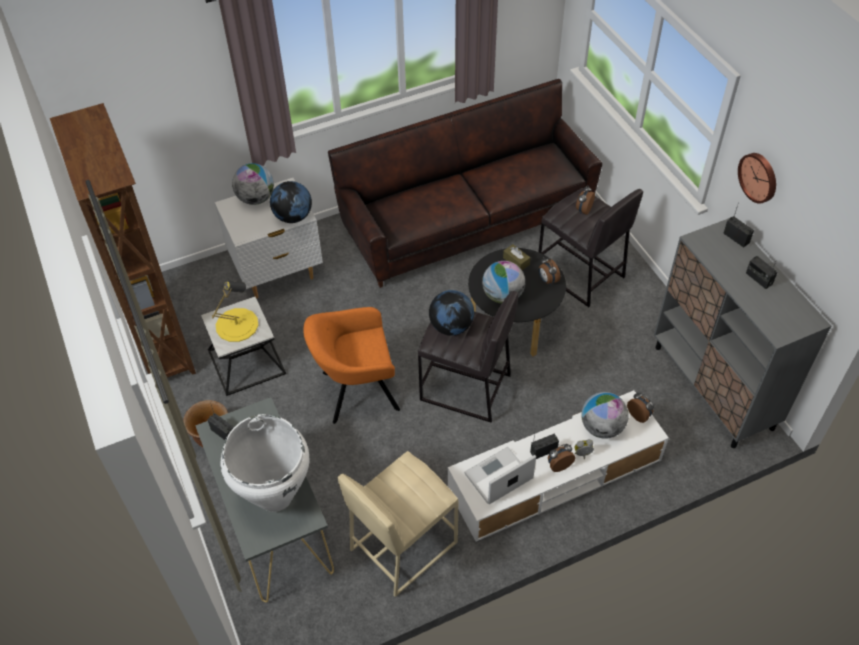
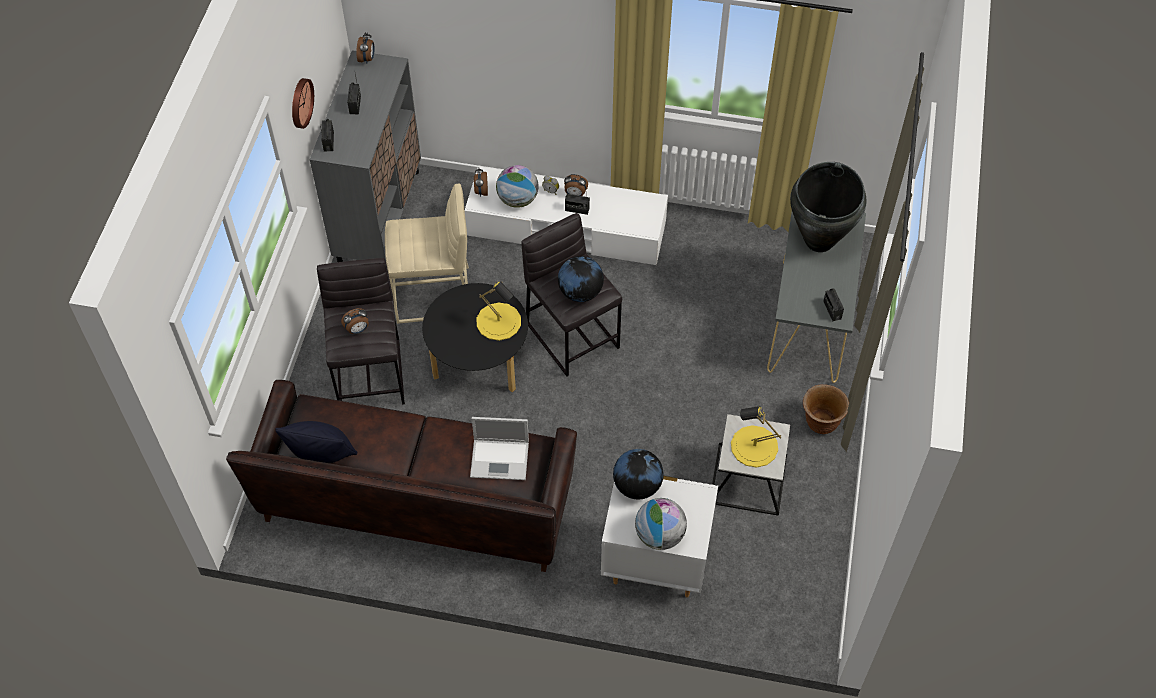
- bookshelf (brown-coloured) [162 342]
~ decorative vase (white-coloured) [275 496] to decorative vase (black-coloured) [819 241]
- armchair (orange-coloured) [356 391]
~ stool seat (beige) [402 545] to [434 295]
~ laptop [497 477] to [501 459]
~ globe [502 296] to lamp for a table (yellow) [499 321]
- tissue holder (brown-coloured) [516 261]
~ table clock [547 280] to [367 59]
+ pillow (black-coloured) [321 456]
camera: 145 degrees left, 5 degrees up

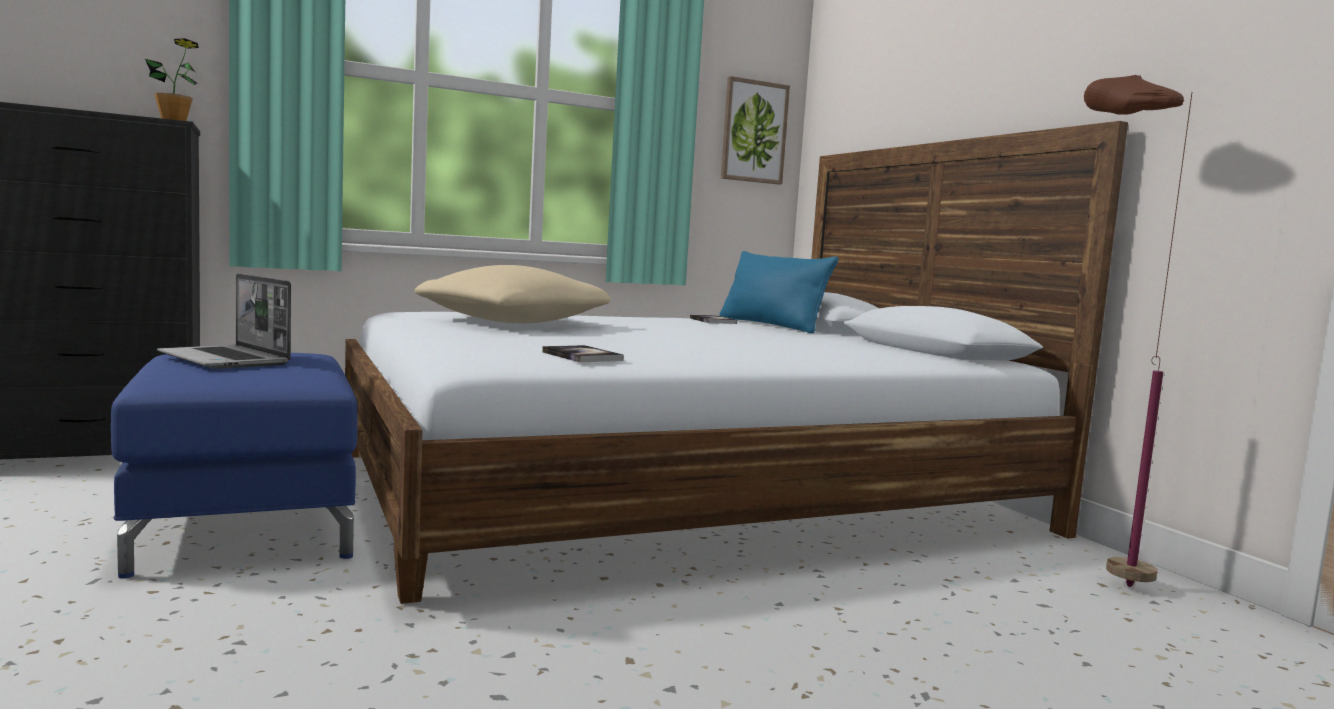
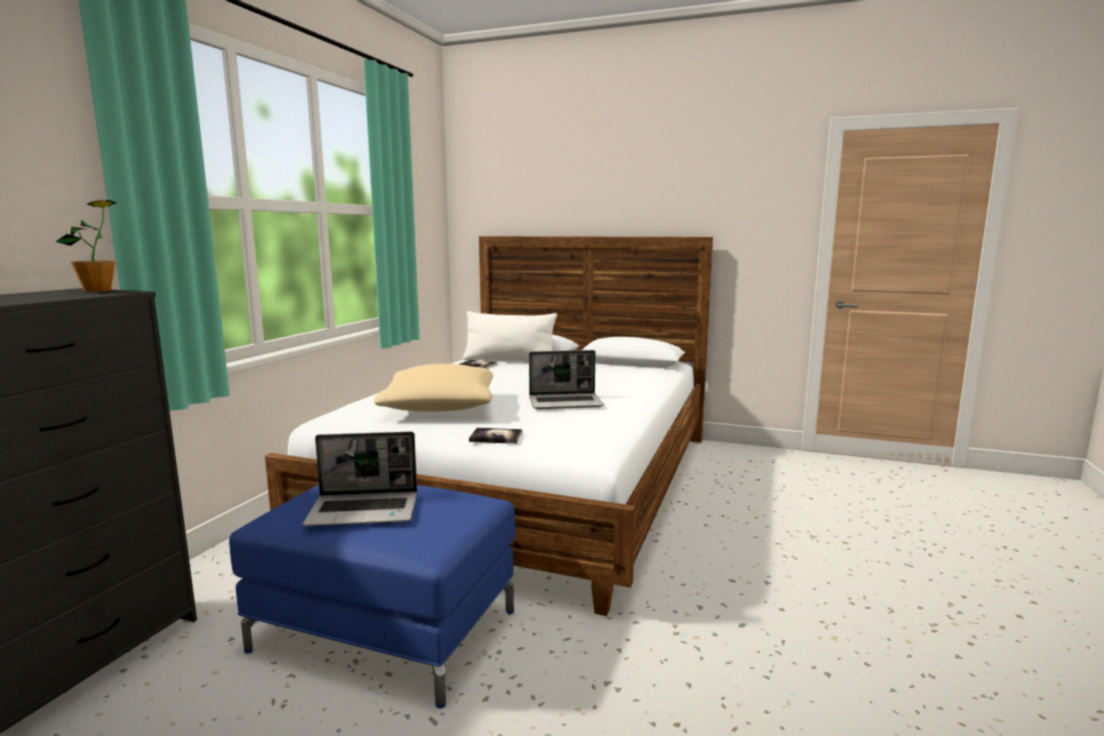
~ volume [582 356] to [496 437]
~ pillow (bluish) [770 325] to pillow (white-coloured) [509 360]
- wall art [754 132]
- standard lamp (brown-coloured) [1089 574]
+ laptop [566 403]
camera: 45 degrees left, 5 degrees up

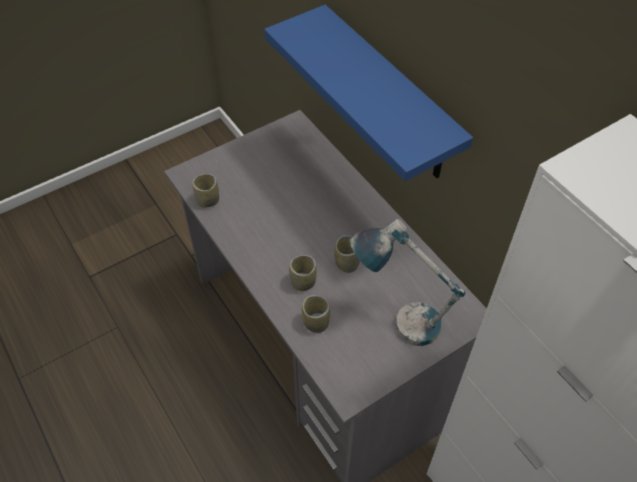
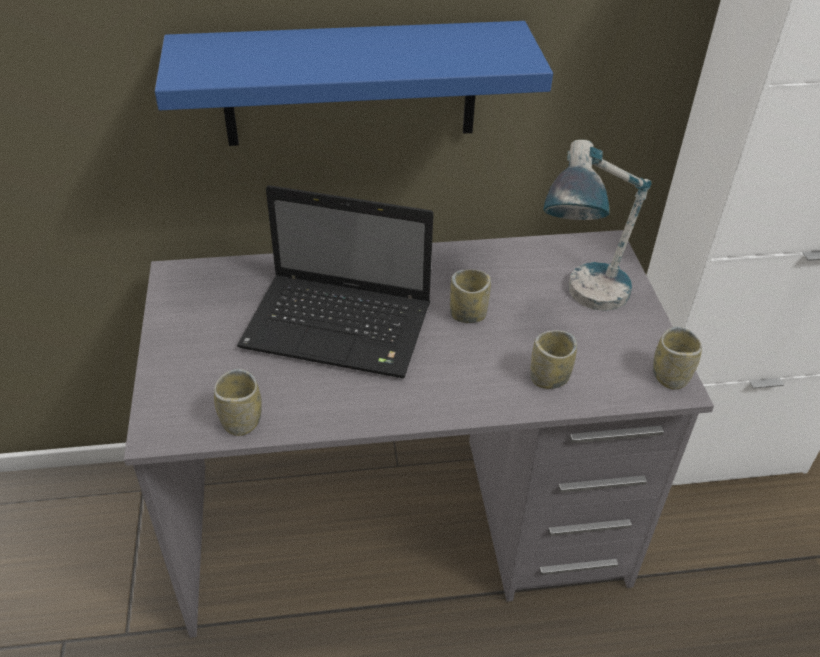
~ small cup [303 282] to [670 376]
+ laptop [342 327]
camera: 65 degrees left, 10 degrees down

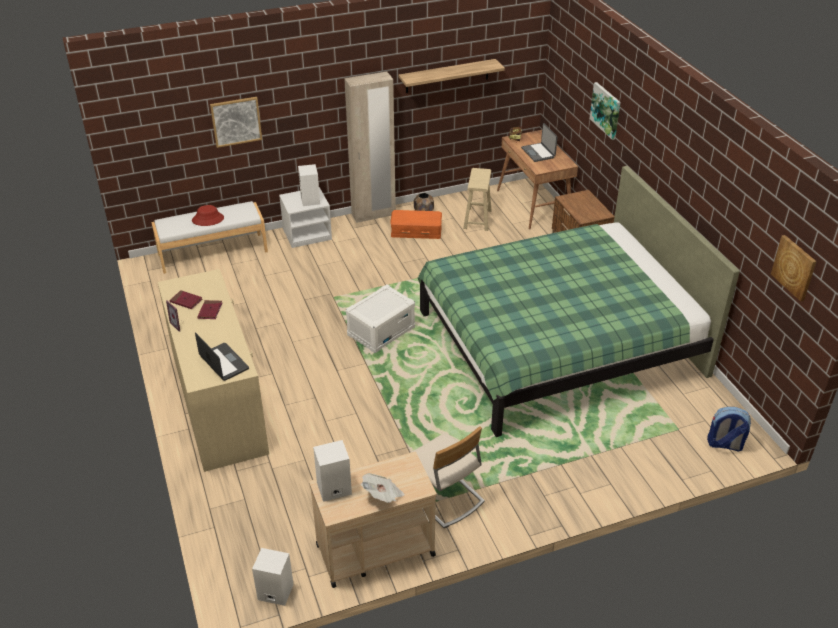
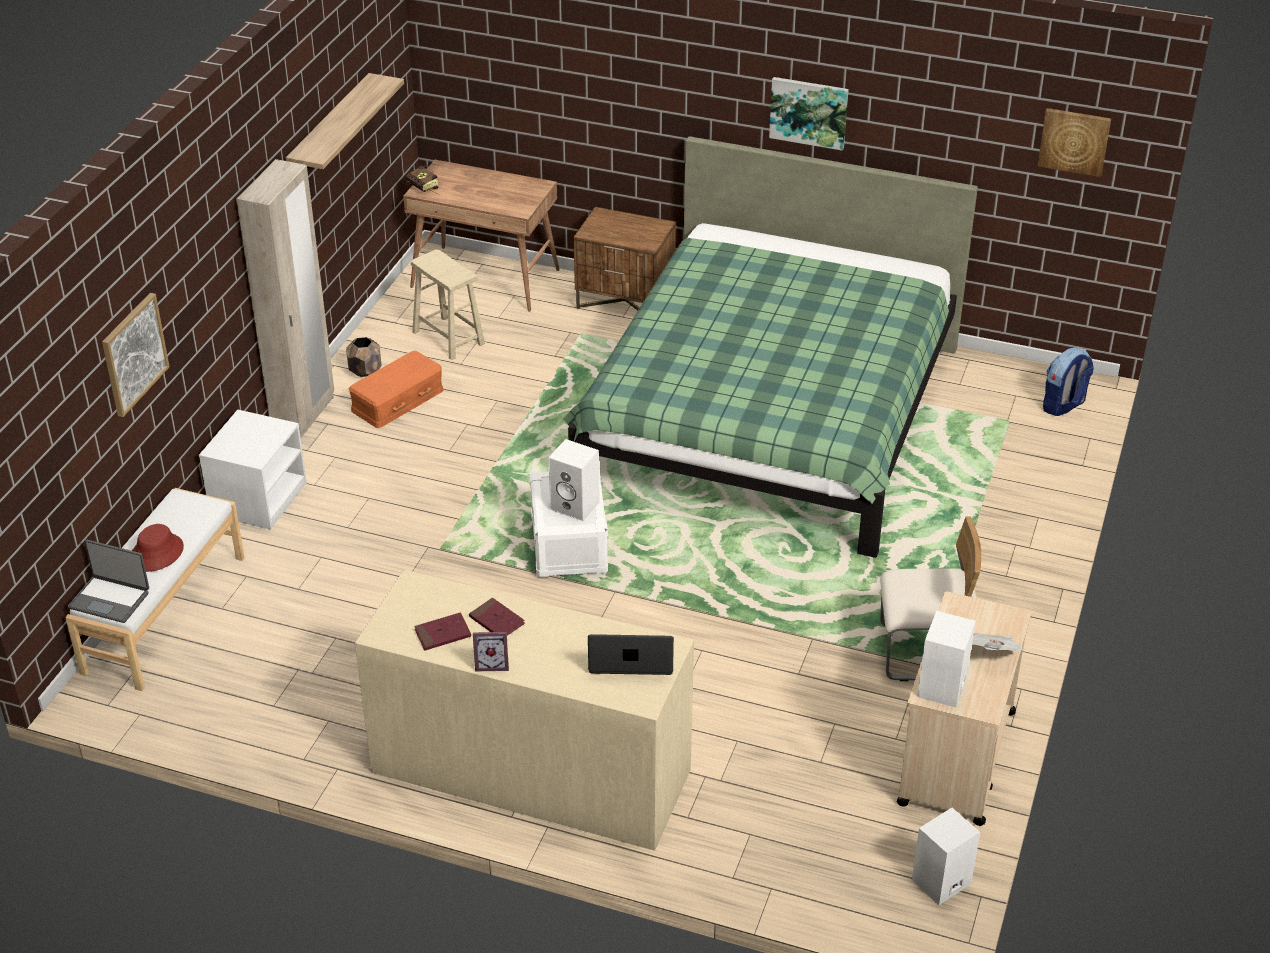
~ audio speaker (white-coloured) [311 200] to [576 505]
~ laptop [538 153] to [110 599]
~ wall art [606 110] to [809 112]
camera: 50 degrees left, 0 degrees up

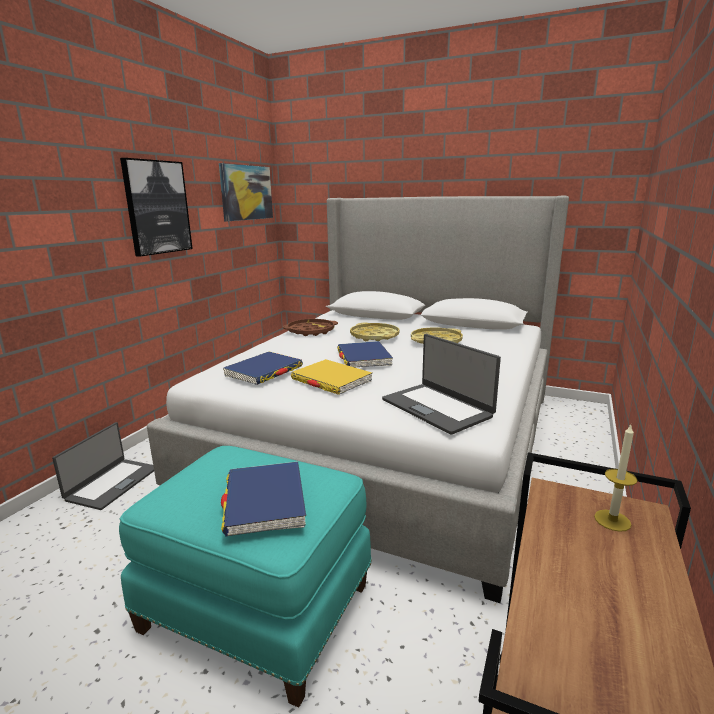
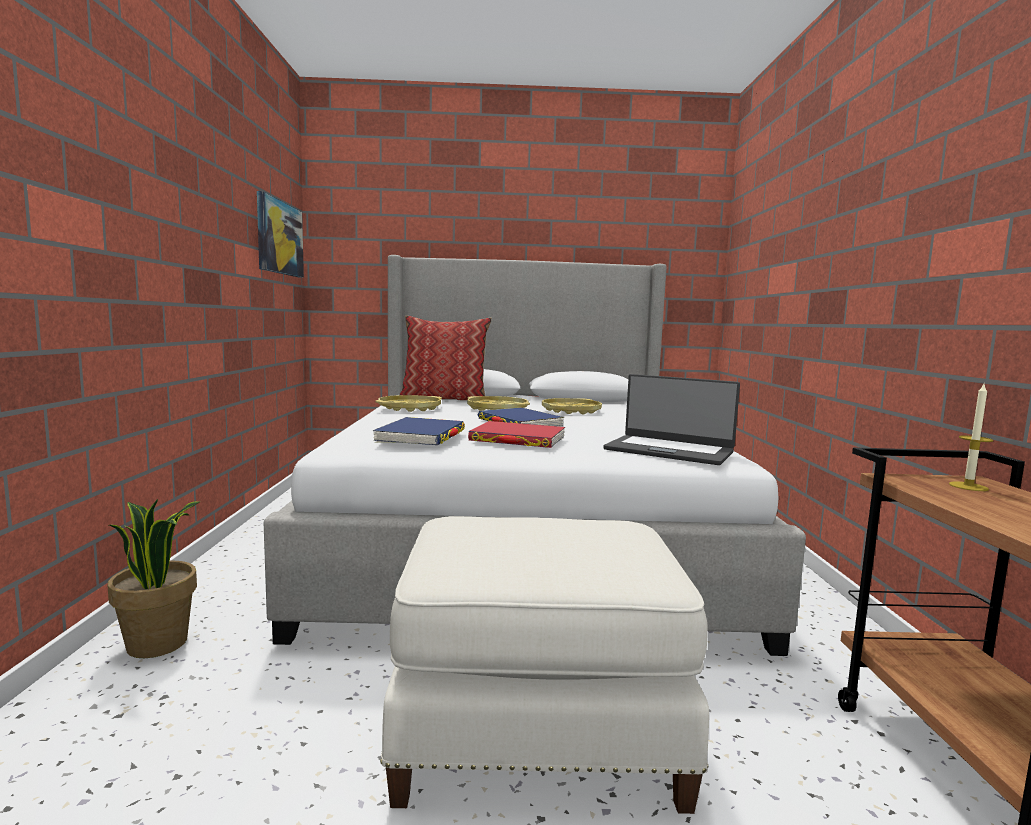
~ laptop [112 483] to houseplant [159 643]
~ pouffe (turquoise-coloured) [259 604] to pouffe (white-coloured) [537 727]
- wall art [157 207]
- volume (bluish) [265 501]
~ tray (brown-coloured) [310 331] to tray (yellow) [409 408]
~ volume (yellow) [331 380] to volume (red) [517 440]
+ pillow [444 399]
camera: 25 degrees left, 10 degrees down

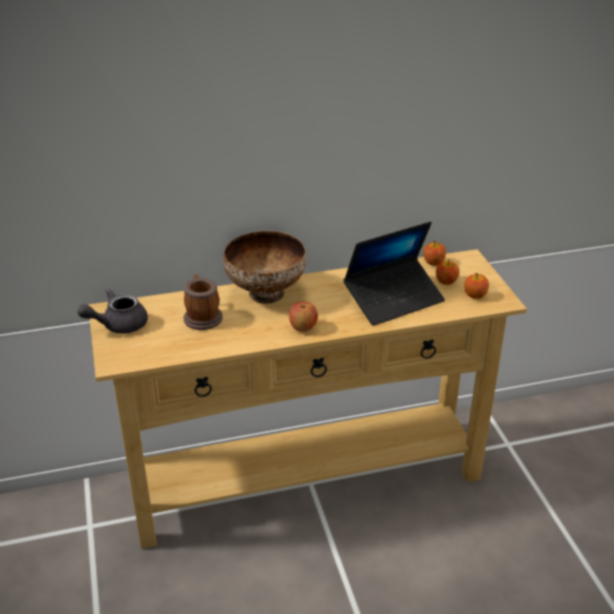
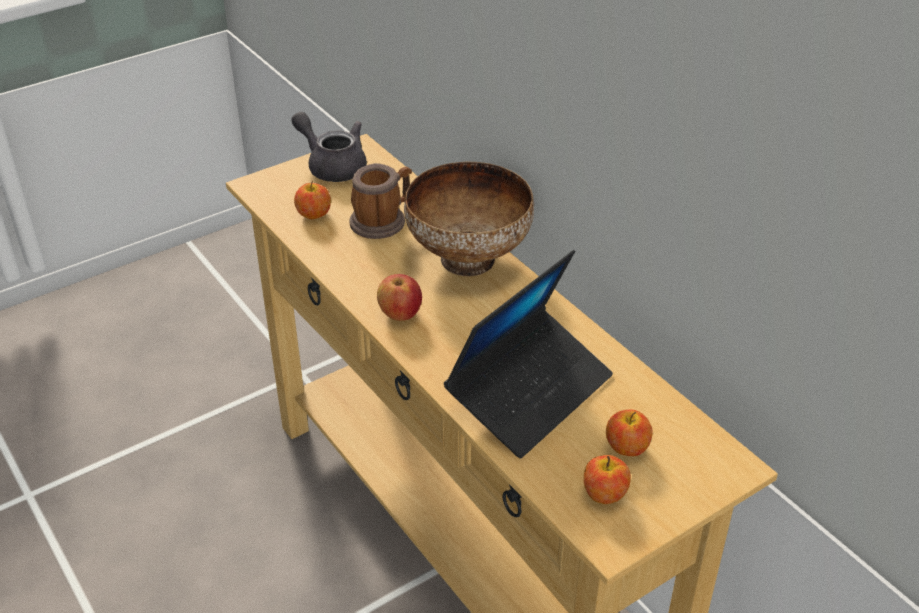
~ laptop [394 299] = [530 392] 90 degrees counterclockwise
~ apple [433 262] to [314 214]
camera: 70 degrees right, 5 degrees up

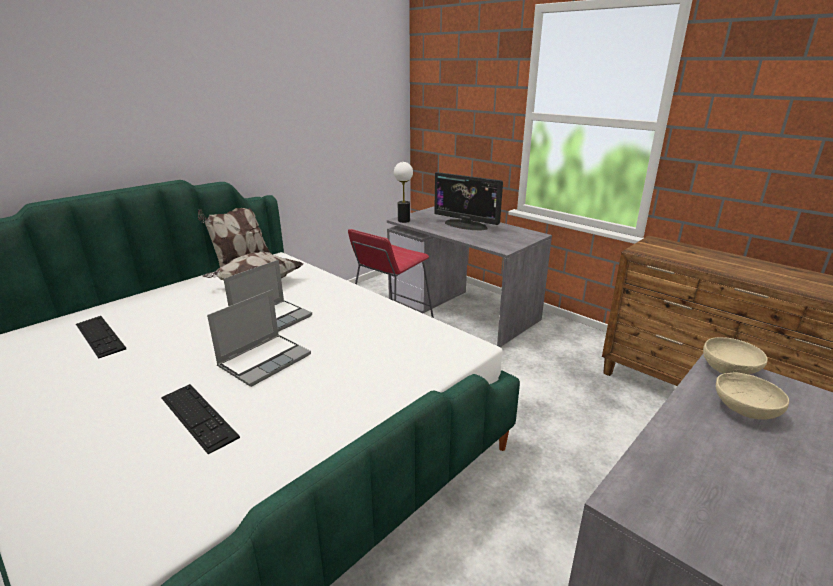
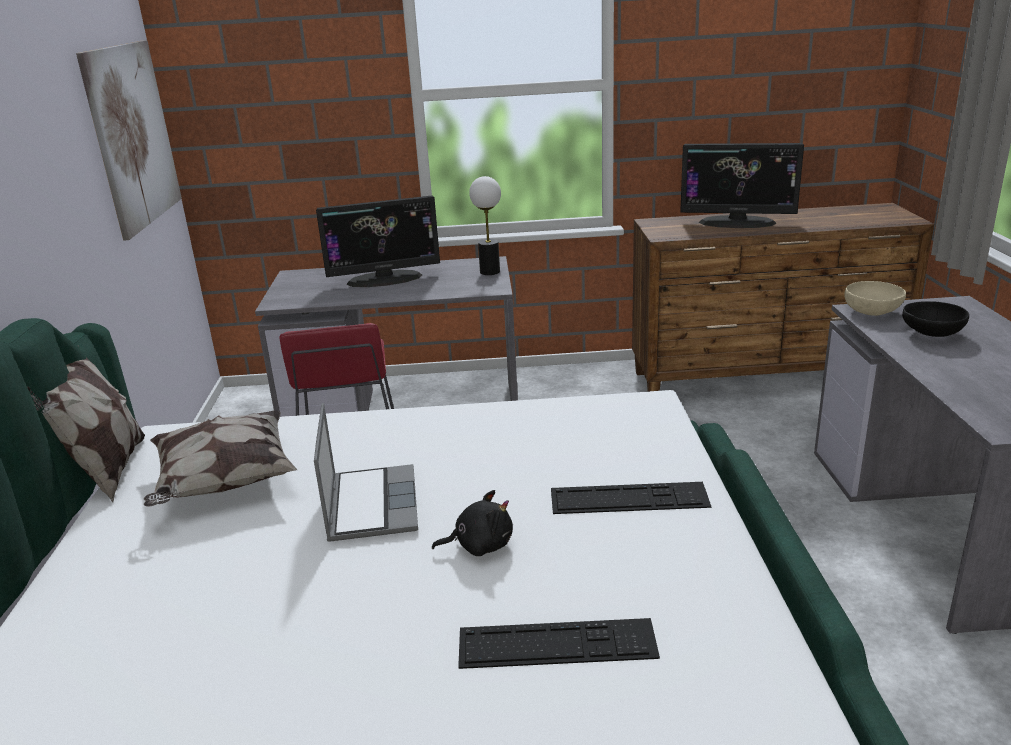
~ keyboard [100 336] to [629 499]
~ laptop [265 360] to soft toy (black-coloured) [480 545]
~ lamp for a table [403 220] to [489 272]
~ bowl (beige) [743 410] to bowl (black-coloured) [931 334]
+ wall art [132 135]
+ monitor [737 222]
camera: 45 degrees left, 0 degrees up

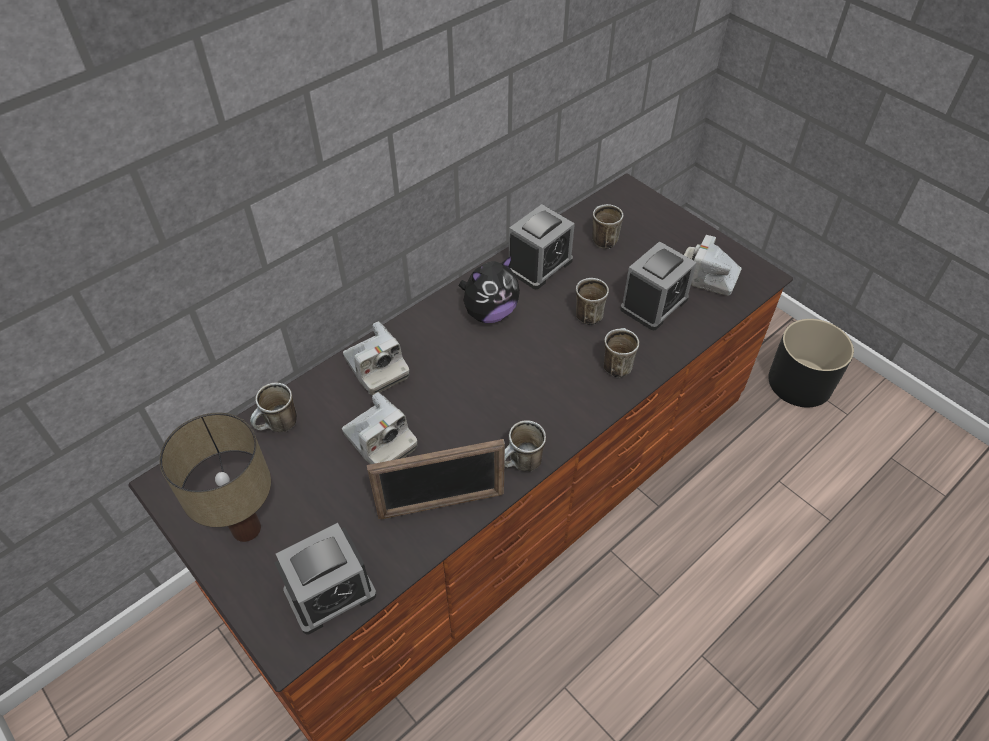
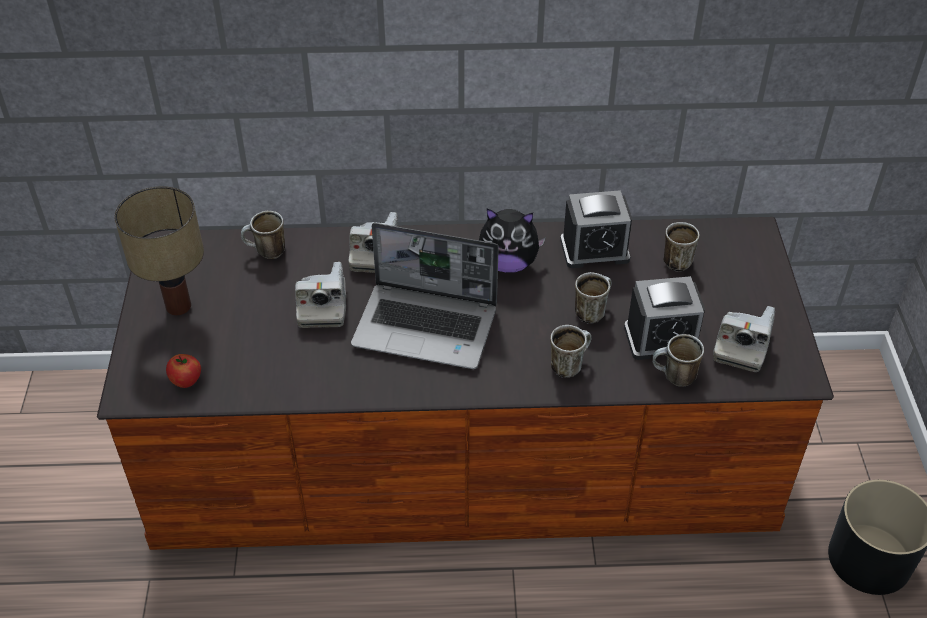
~ table clock [330 593] to apple [186 381]
- standing frame [441 504]
~ tea mug [522 465] to [673 378]
~ still camera [707 277] = [741 346] 135 degrees counterclockwise
+ laptop [427 327]
camera: 40 degrees right, 5 degrees down

